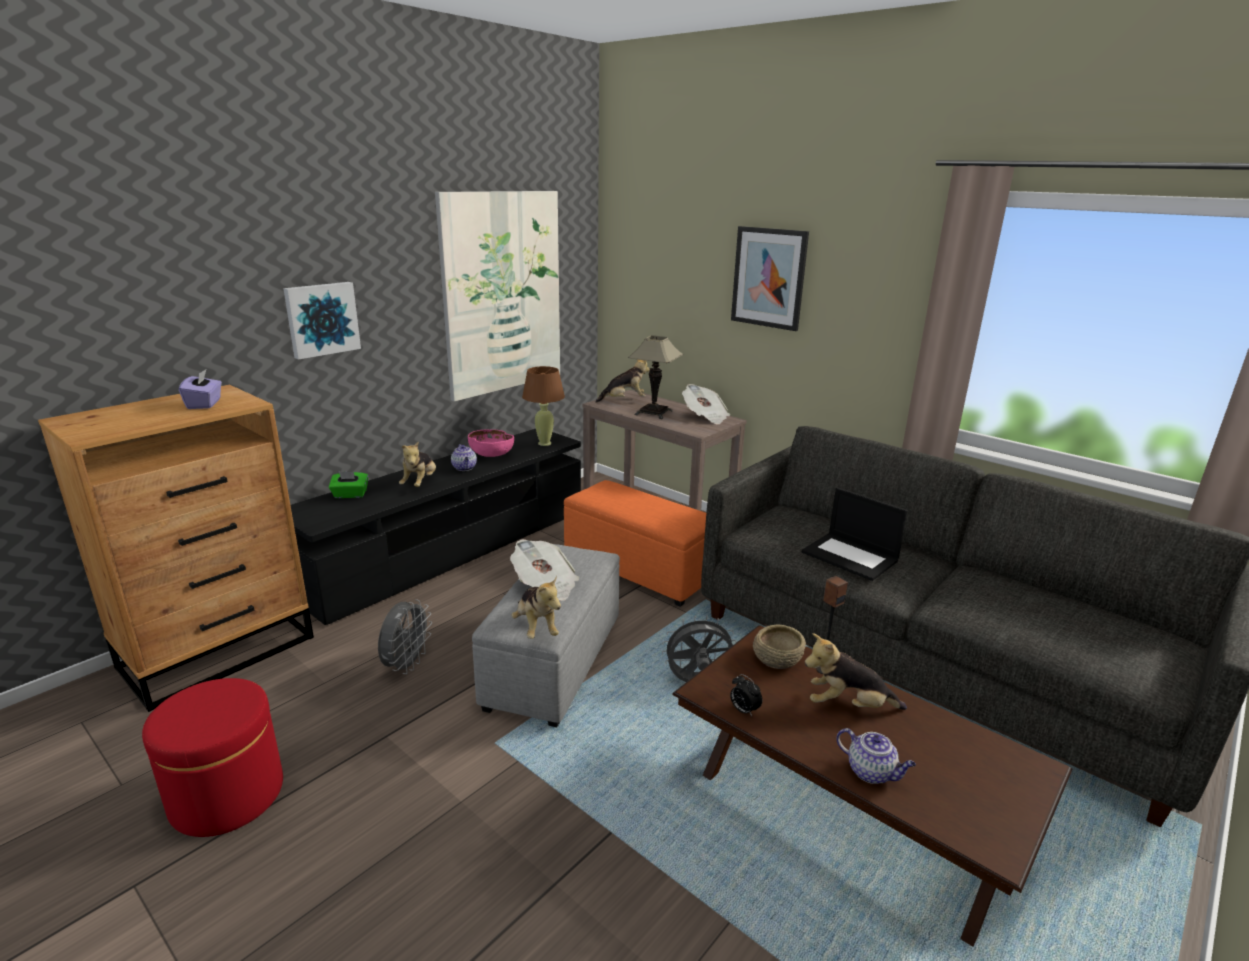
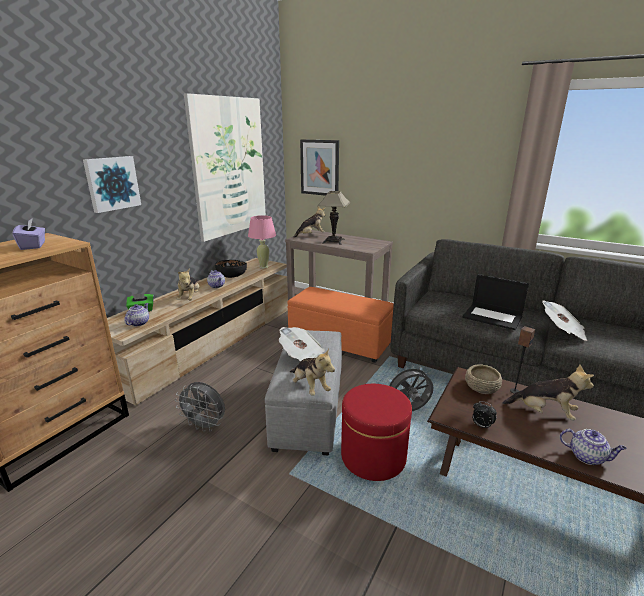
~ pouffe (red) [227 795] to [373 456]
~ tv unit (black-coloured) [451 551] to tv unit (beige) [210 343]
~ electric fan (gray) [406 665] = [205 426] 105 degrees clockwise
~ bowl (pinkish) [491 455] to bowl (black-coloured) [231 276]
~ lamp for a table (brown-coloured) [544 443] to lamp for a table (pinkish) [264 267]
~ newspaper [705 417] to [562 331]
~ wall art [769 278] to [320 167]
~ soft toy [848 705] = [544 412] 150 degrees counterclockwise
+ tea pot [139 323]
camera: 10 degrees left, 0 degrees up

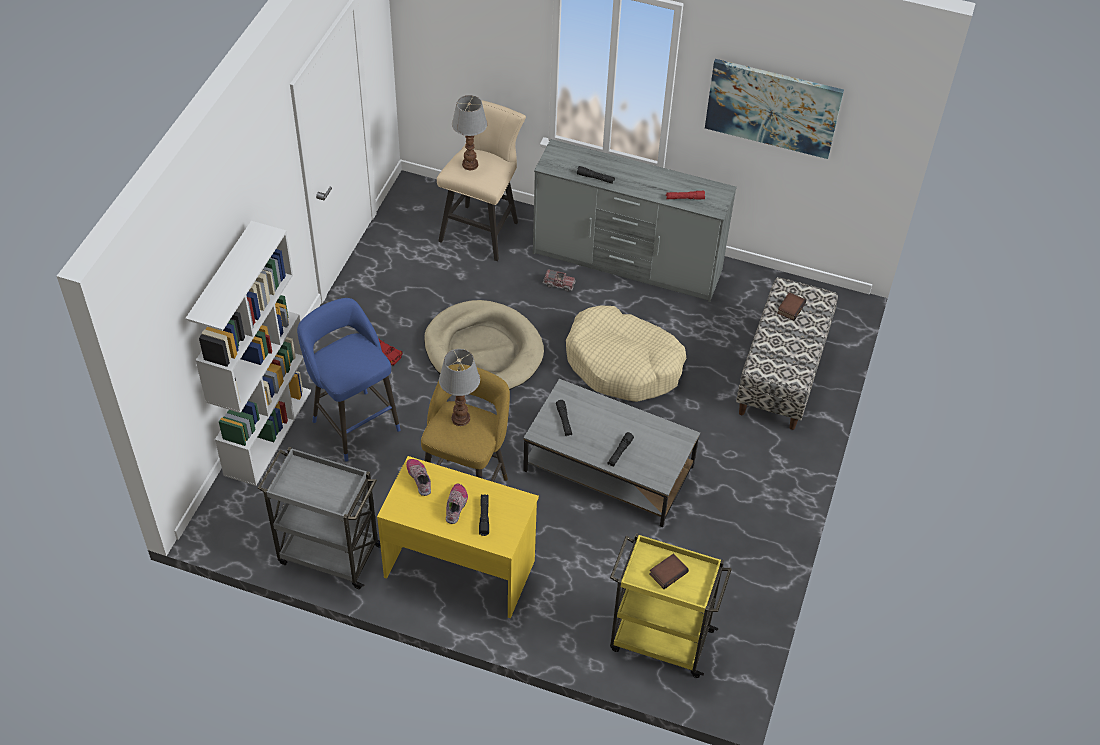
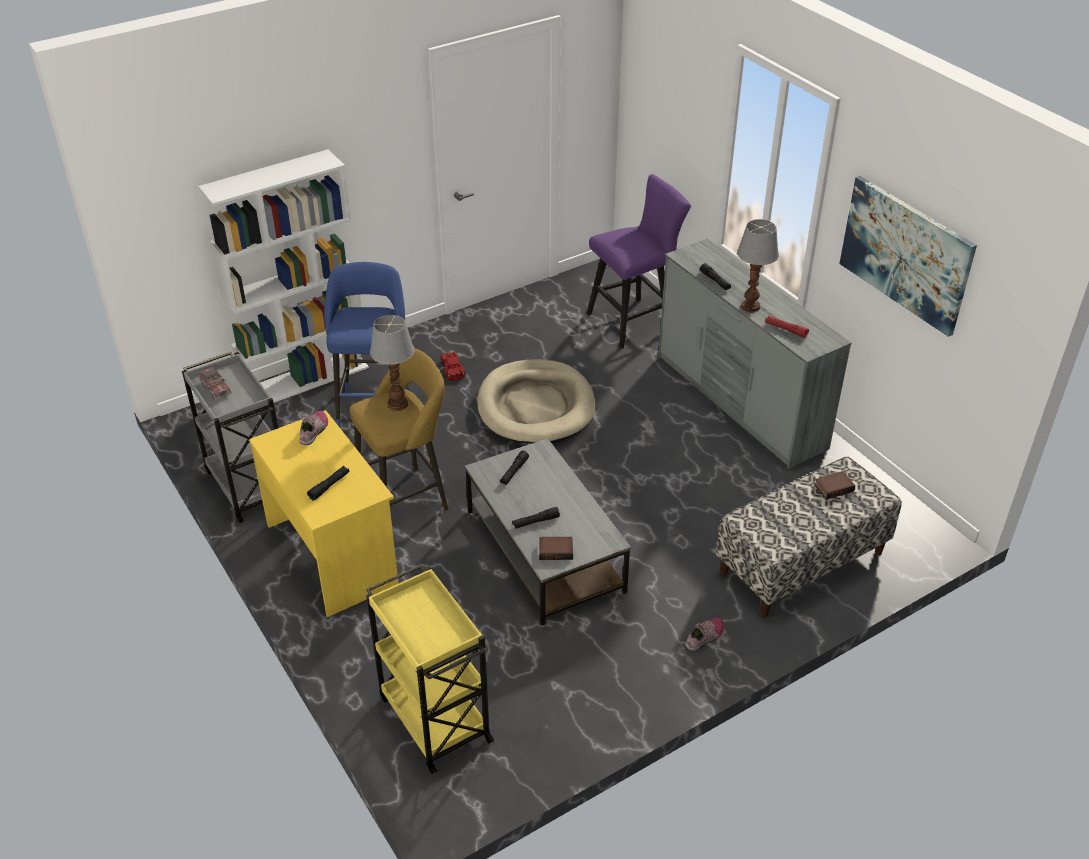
~ stool seat (beige) [482 229] to stool seat (purplish) [634 321]
~ low shoe [456 505] to [705 637]
~ lamp for a table [470 164] to [751 306]
~ toy lorry [559 284] to [216 389]
- dog bed (beige) [623 364]
~ volume [668 572] to [556 550]
camera: 40 degrees right, 10 degrees down

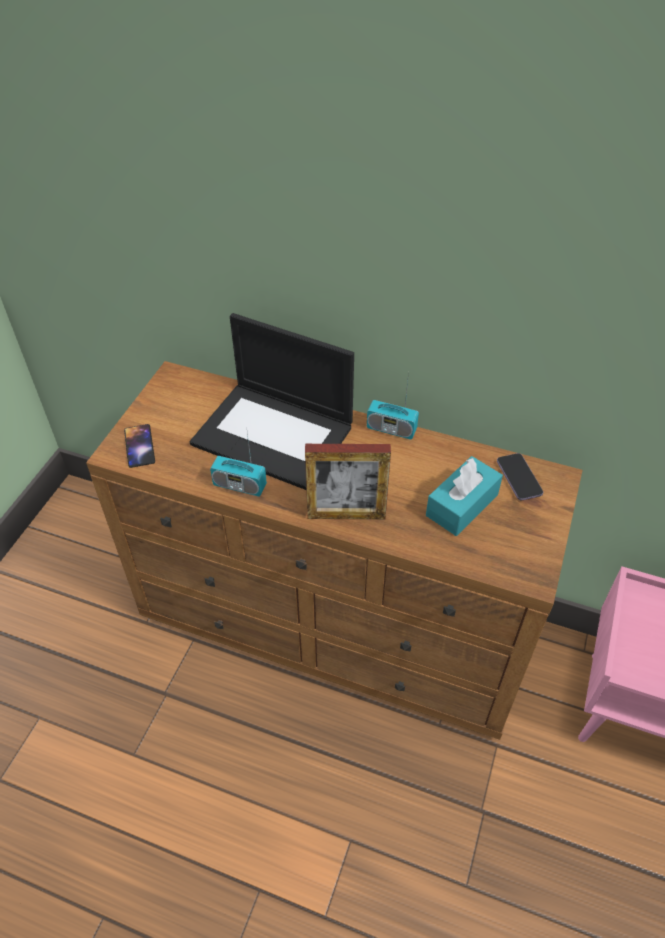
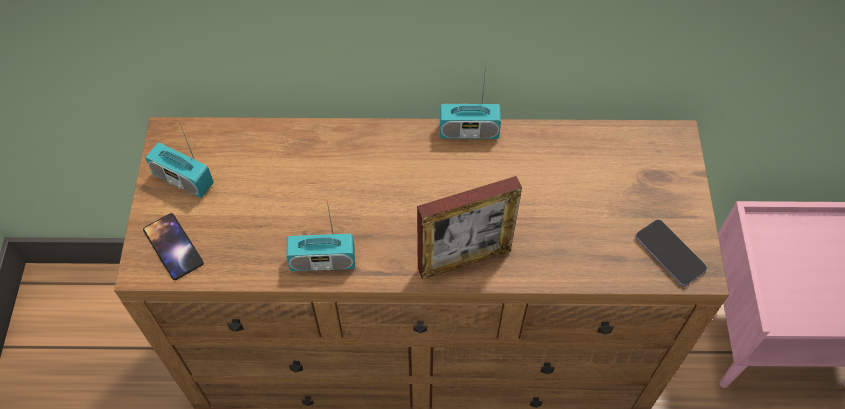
- laptop [275 434]
- tissue holder (turquoise-coloured) [462 505]
~ handset [519 478] to [670 253]
+ radio receiver [183 179]
camera: 20 degrees left, 10 degrees up

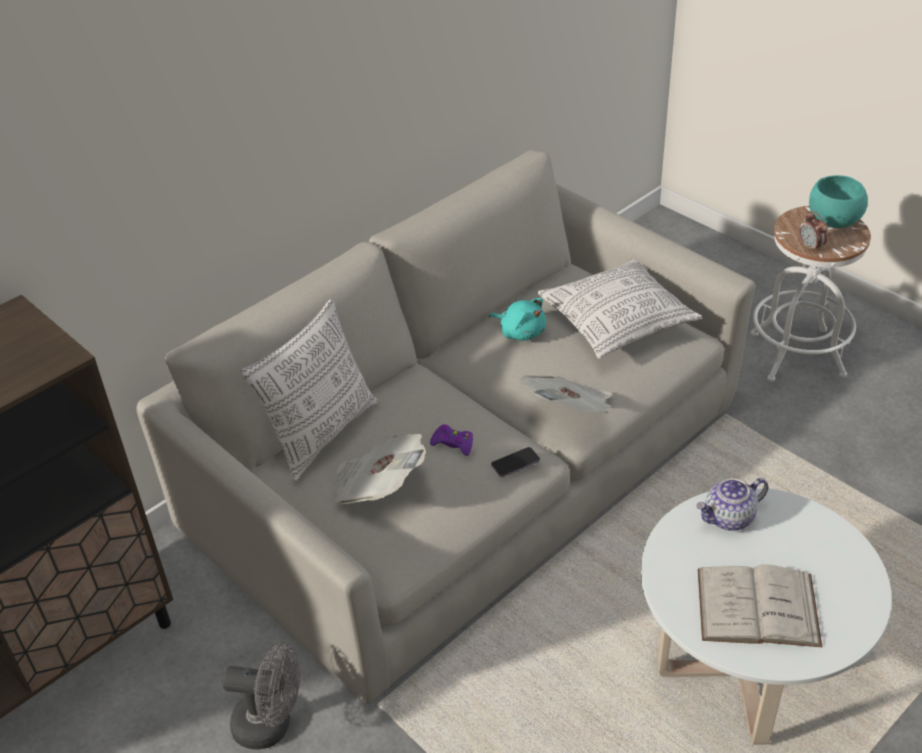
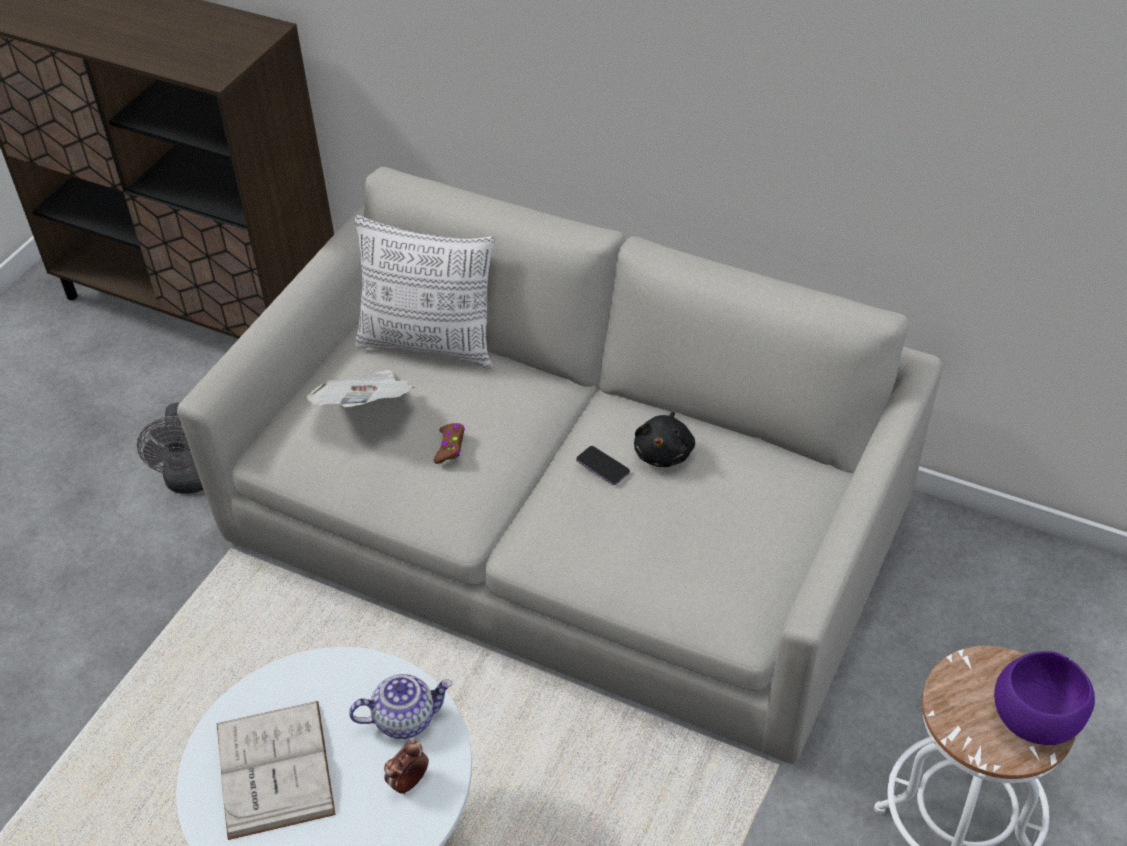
~ game controller (purplish) [453 444] to game controller (brown-coloured) [450 447]
~ soft toy (turquoise-coloured) [520 332] to soft toy (black-coloured) [664 452]
~ handset [515 463] to [602 466]
- newspaper [570 411]
- pillow [617 322]
~ tea pot [729 518] = [405 718] 120 degrees clockwise
~ table clock [810 247] to [409 782]
~ bowl (turquoise-coloured) [833 221] to bowl (purplish) [1034 718]
camera: 70 degrees right, 5 degrees up

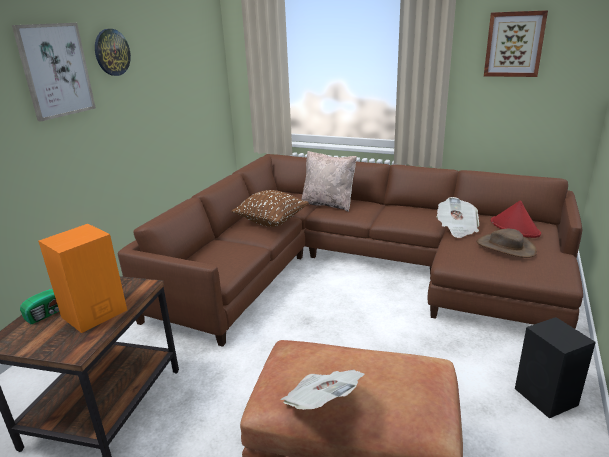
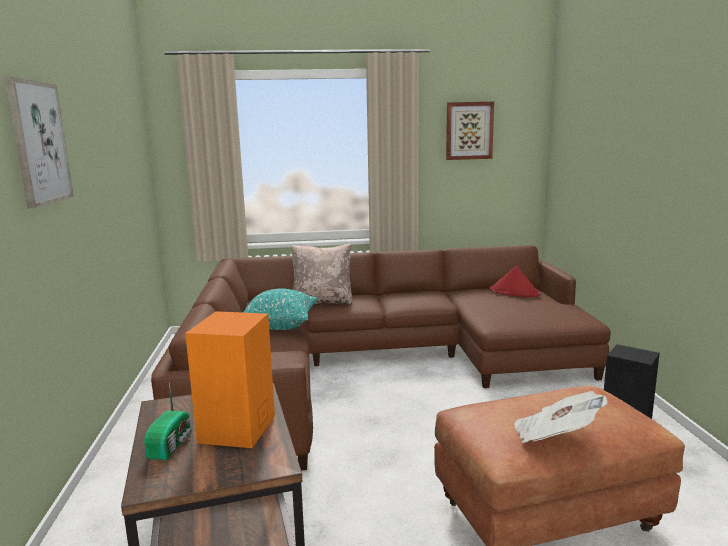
- hanging clock [112 52]
~ pillow (brown-coloured) [271 221] to pillow (turquoise-coloured) [280 326]
- newspaper [457 228]
- wearable hat (brown-coloured) [505 247]
camera: 30 degrees left, 10 degrees down

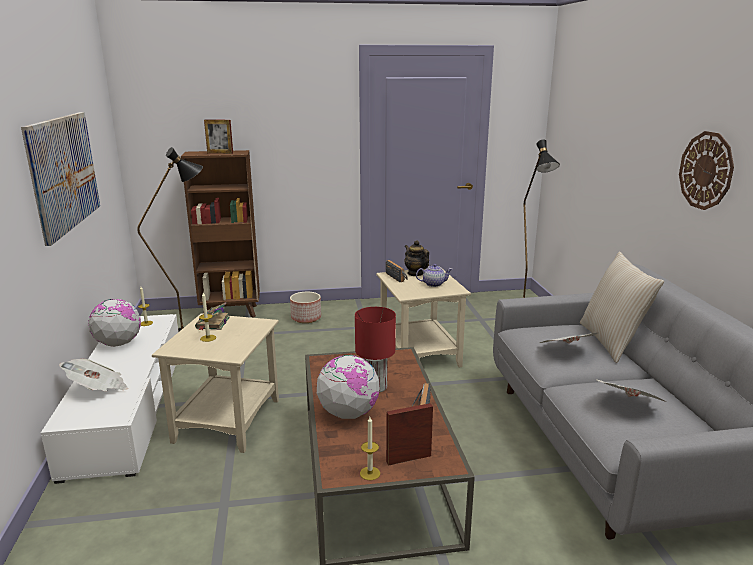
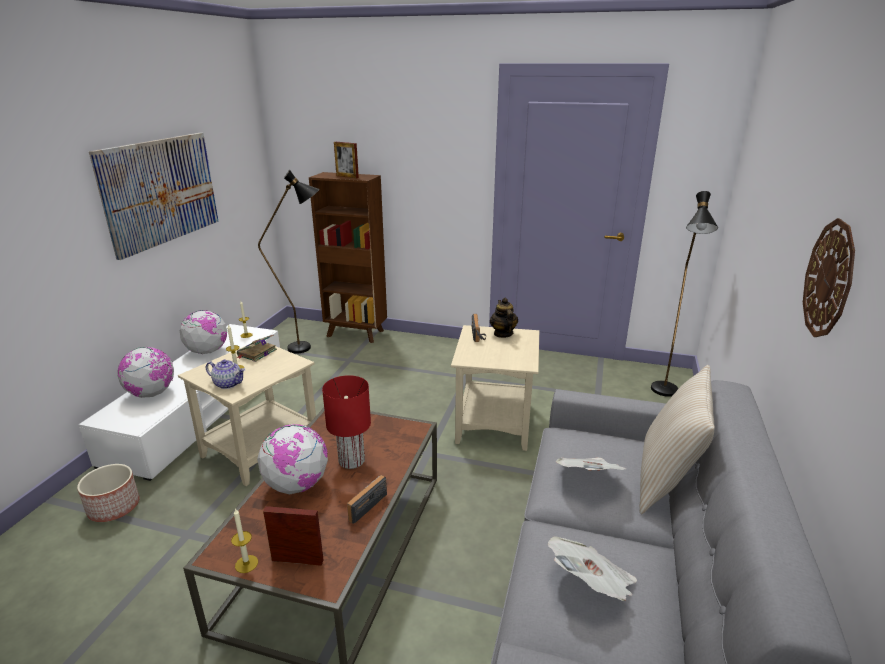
~ newspaper [98 389] to globe [152 393]
~ flower pot [306 318] to [113 508]
~ tea pot [433 284] to [228 384]
camera: 25 degrees right, 5 degrees up

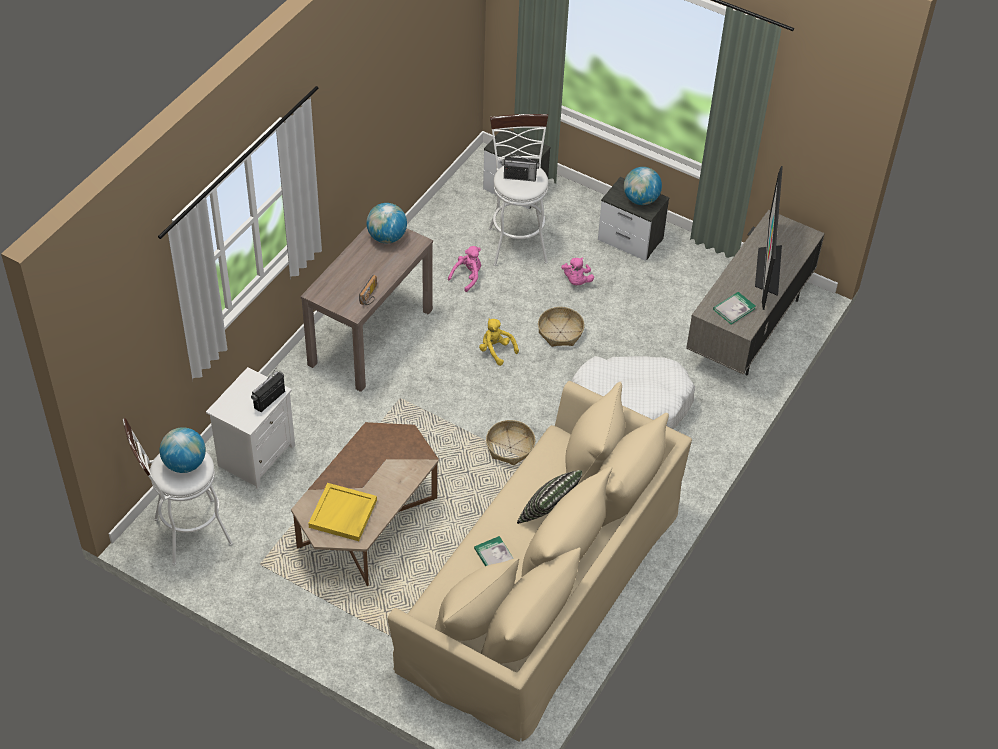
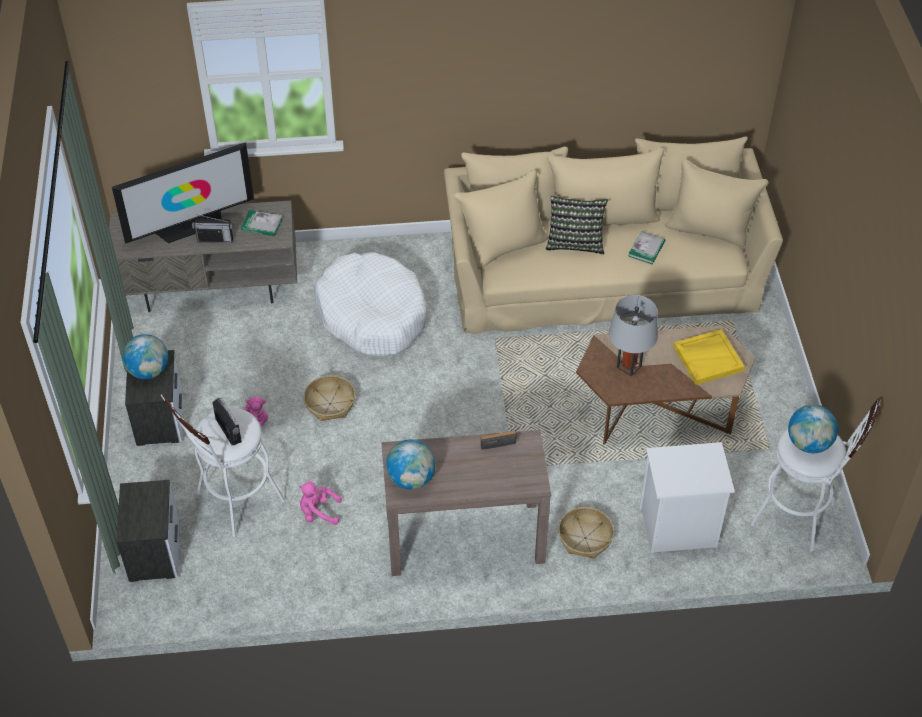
~ radio receiver [269 399] to [215 239]
- soft toy (yellow) [496 350]
~ basket [510 447] to [585 538]
+ lamp for a table (gray) [628 366]
camera: 125 degrees left, 0 degrees up

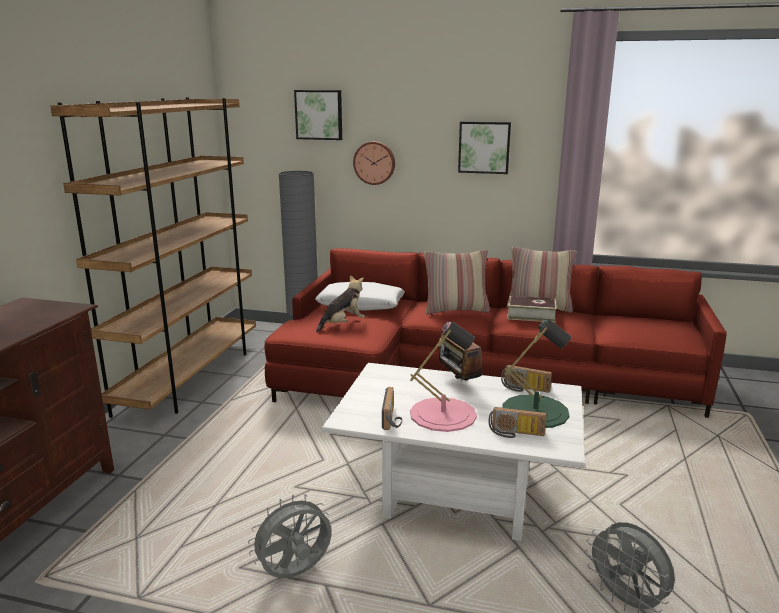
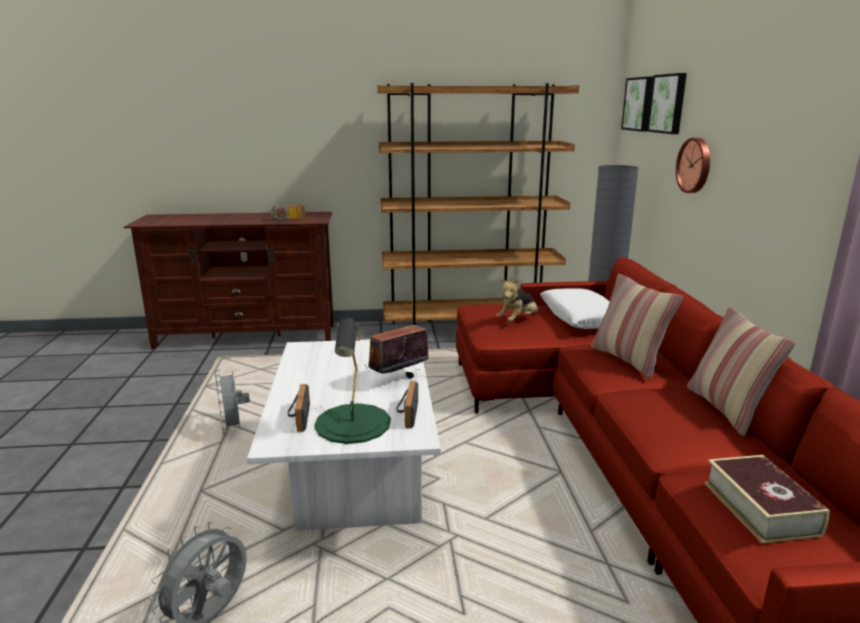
~ electric fan (gray) [295 574] = [233 428] 150 degrees counterclockwise
~ soft toy [342 324] = [518 320] 105 degrees clockwise
~ radio receiver [393 418] to [288 220]
- lamp for a table (pinkish) [443 414]
~ wall art [484 147] to [639 104]
~ volume [531 315] to [760 508]
camera: 70 degrees right, 0 degrees up

